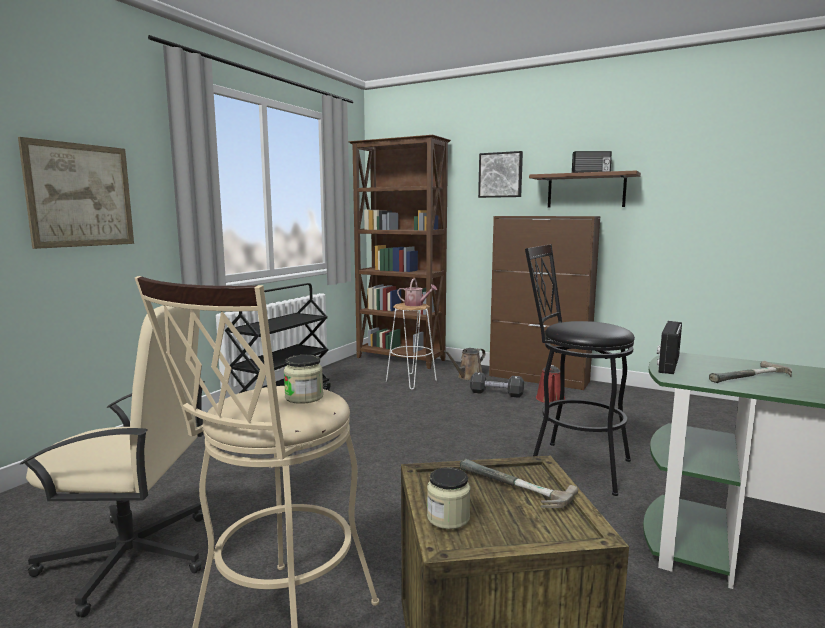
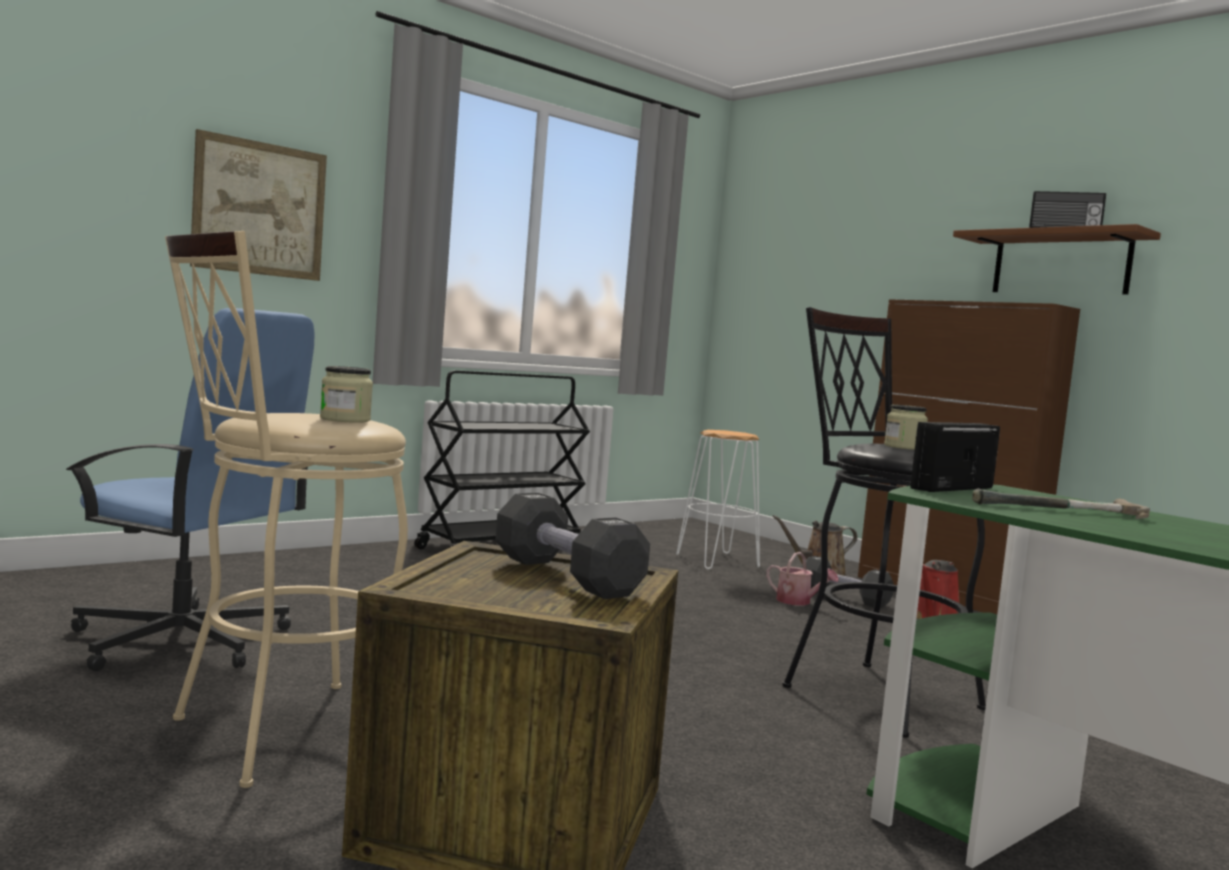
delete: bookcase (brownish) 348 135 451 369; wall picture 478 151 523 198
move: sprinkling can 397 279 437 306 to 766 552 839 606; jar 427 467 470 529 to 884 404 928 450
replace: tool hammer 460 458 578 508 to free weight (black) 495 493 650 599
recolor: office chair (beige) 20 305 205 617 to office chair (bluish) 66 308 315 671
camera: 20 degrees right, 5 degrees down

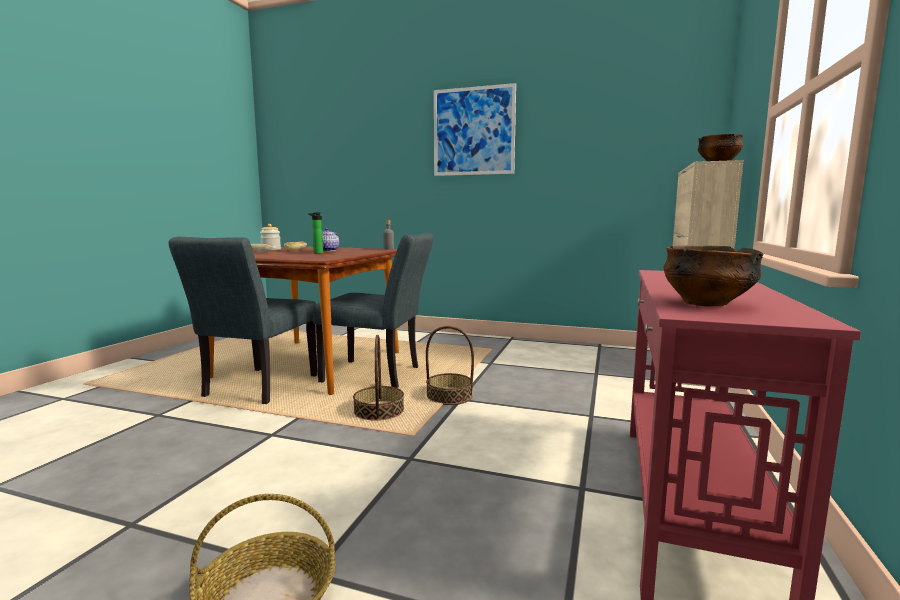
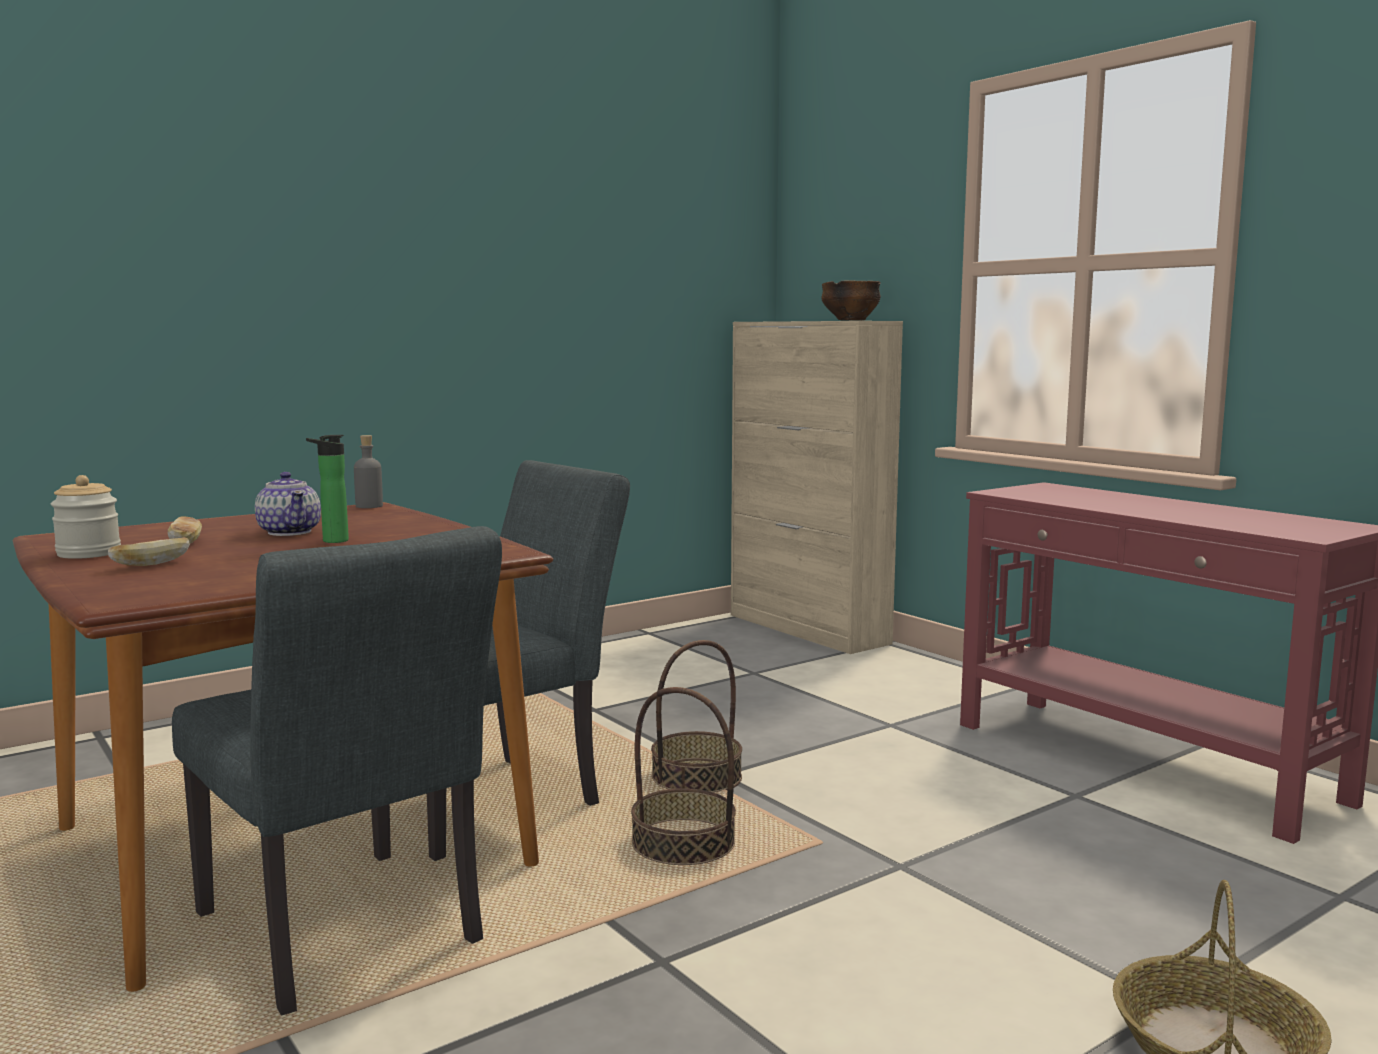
delete: wall picture 434 83 516 176; deep dish 664 246 764 307
camera: 55 degrees left, 0 degrees up

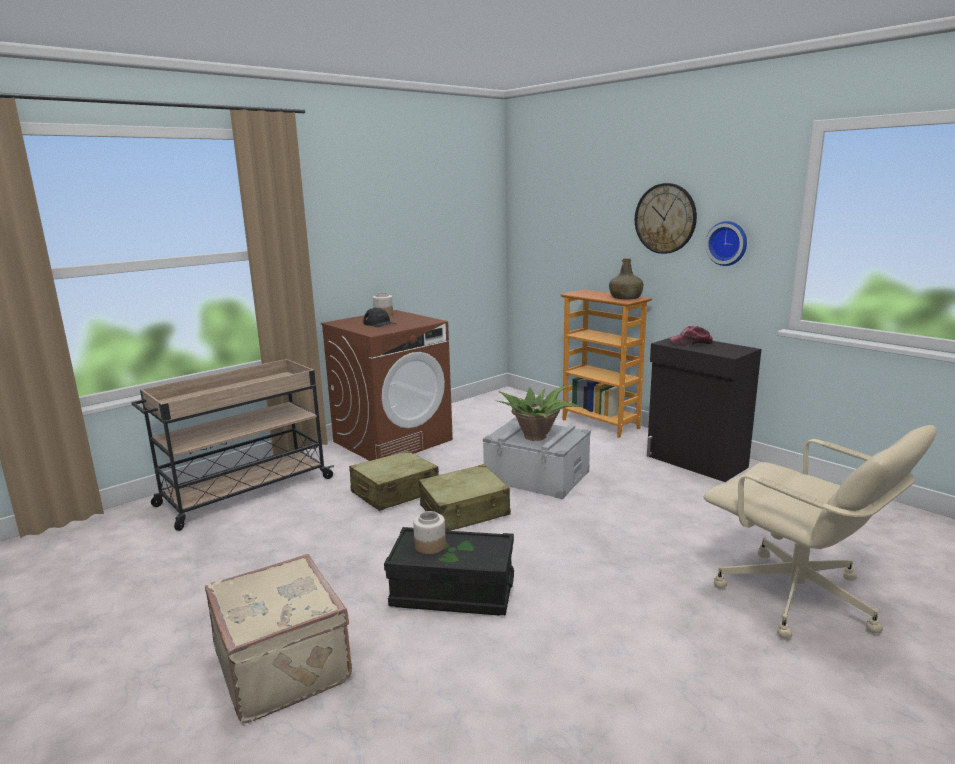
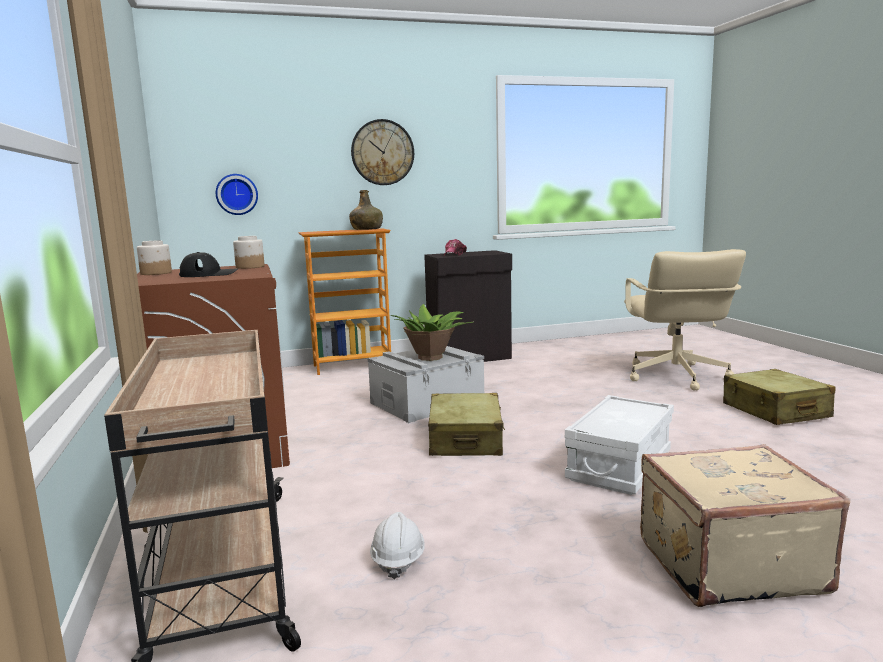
insert: hard hat (white) 370 512 425 579
move: piece of luggage (beige) 349 451 439 511 to 723 369 835 425; jar 413 511 446 554 to 233 236 265 269; wall clock 705 221 747 266 to 216 174 258 215
recolor: storage box (black) 384 527 514 616 to storage box (white) 565 395 674 495
rotate: office chair (beige) 703 425 937 639 = 624 249 746 390 105 degrees clockwise
camera: 65 degrees left, 5 degrees down

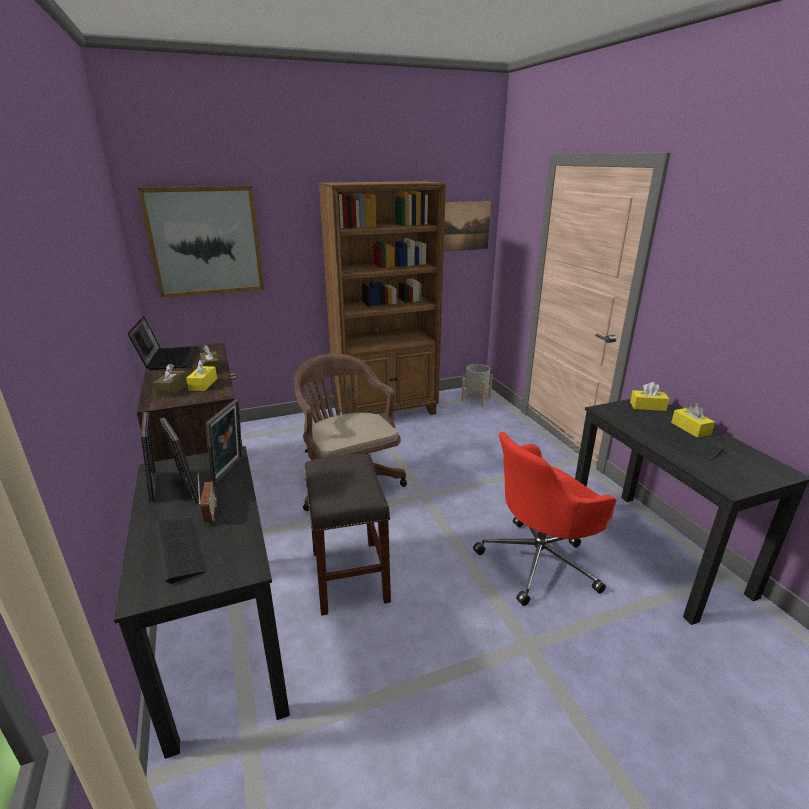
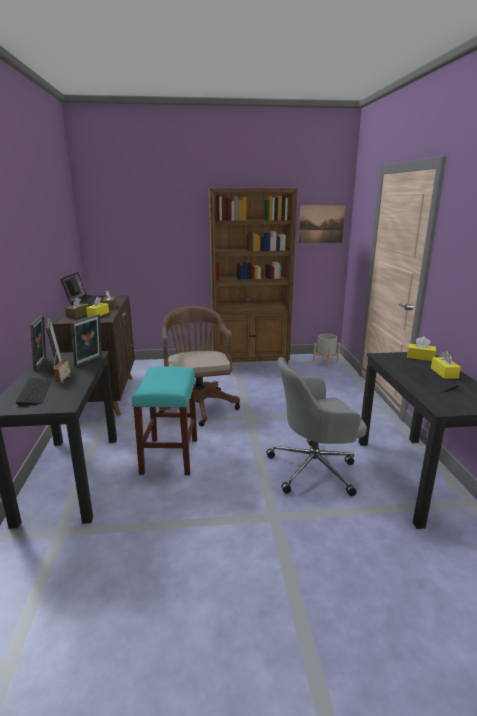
delete: wall picture 138 186 264 298
recolor: sitting stool (greyish) 305 454 391 616 to sitting stool (blue-green) 132 366 197 475; office chair (reddish) 473 432 616 606 to office chair (greyish) 266 357 367 496
camera: 15 degrees right, 5 degrees down

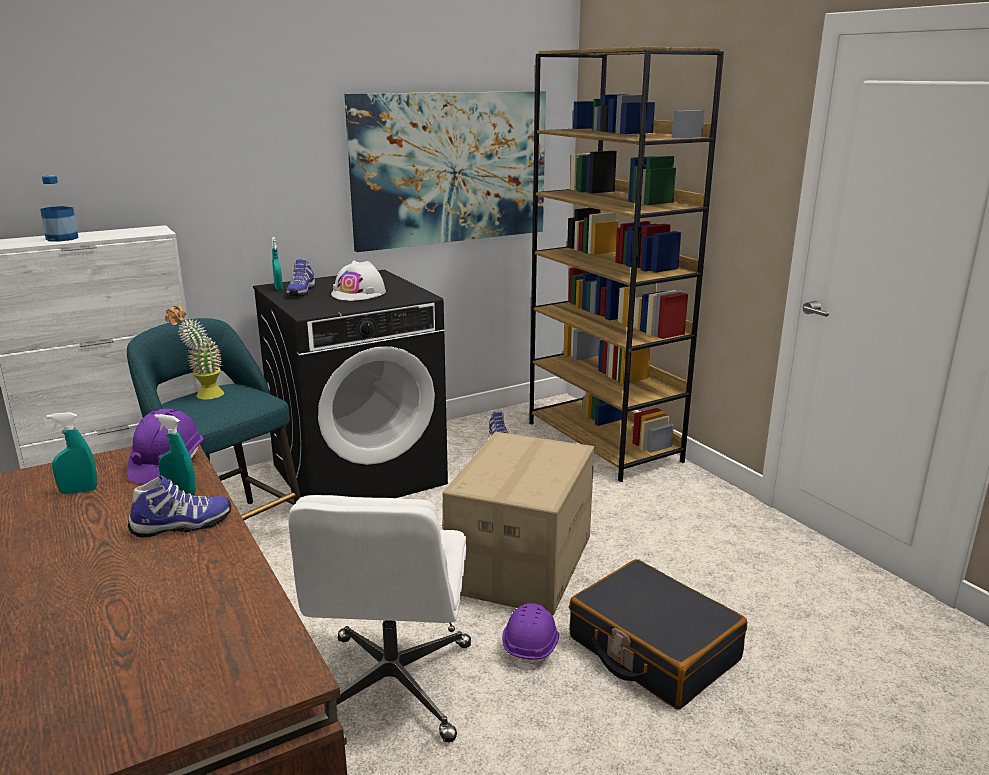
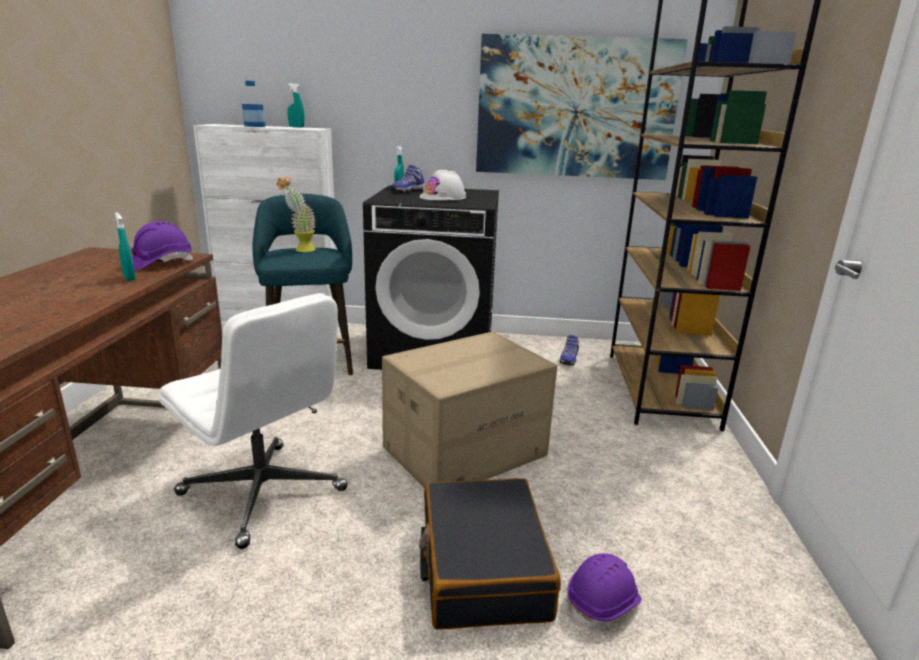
delete: shoe 128 476 231 537
move: spray bottle (blue-green) 46 412 97 494 to 287 83 304 128; hard hat (purple-coloured) 502 603 559 673 to 567 553 642 629
rotate: office chair (white) 288 495 471 742 = 159 293 348 549 90 degrees counterclockwise
camera: 35 degrees right, 0 degrees up

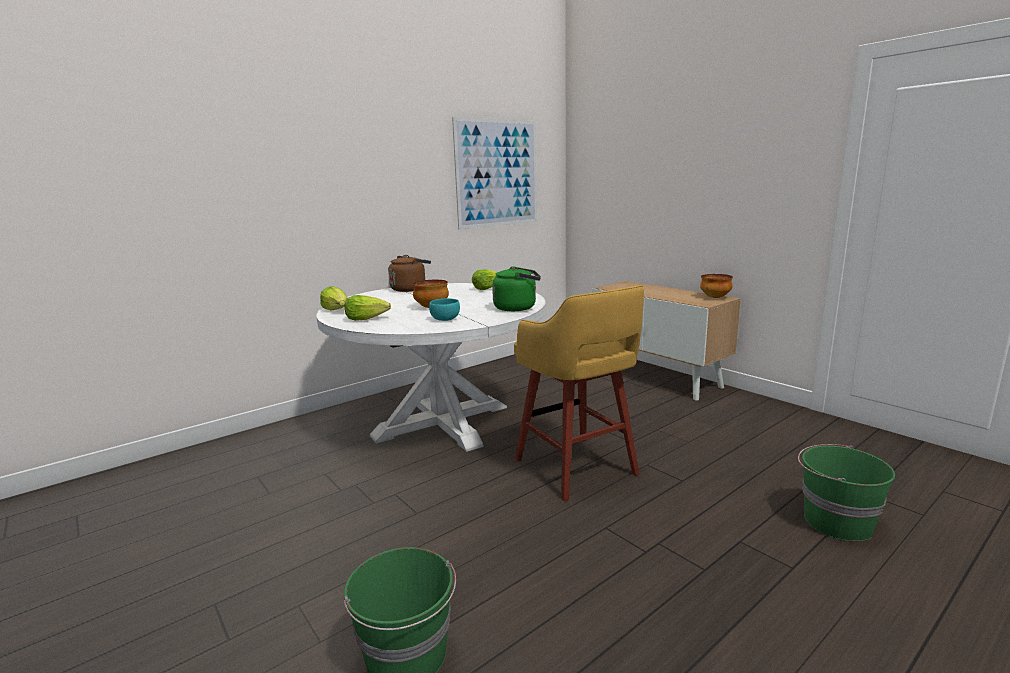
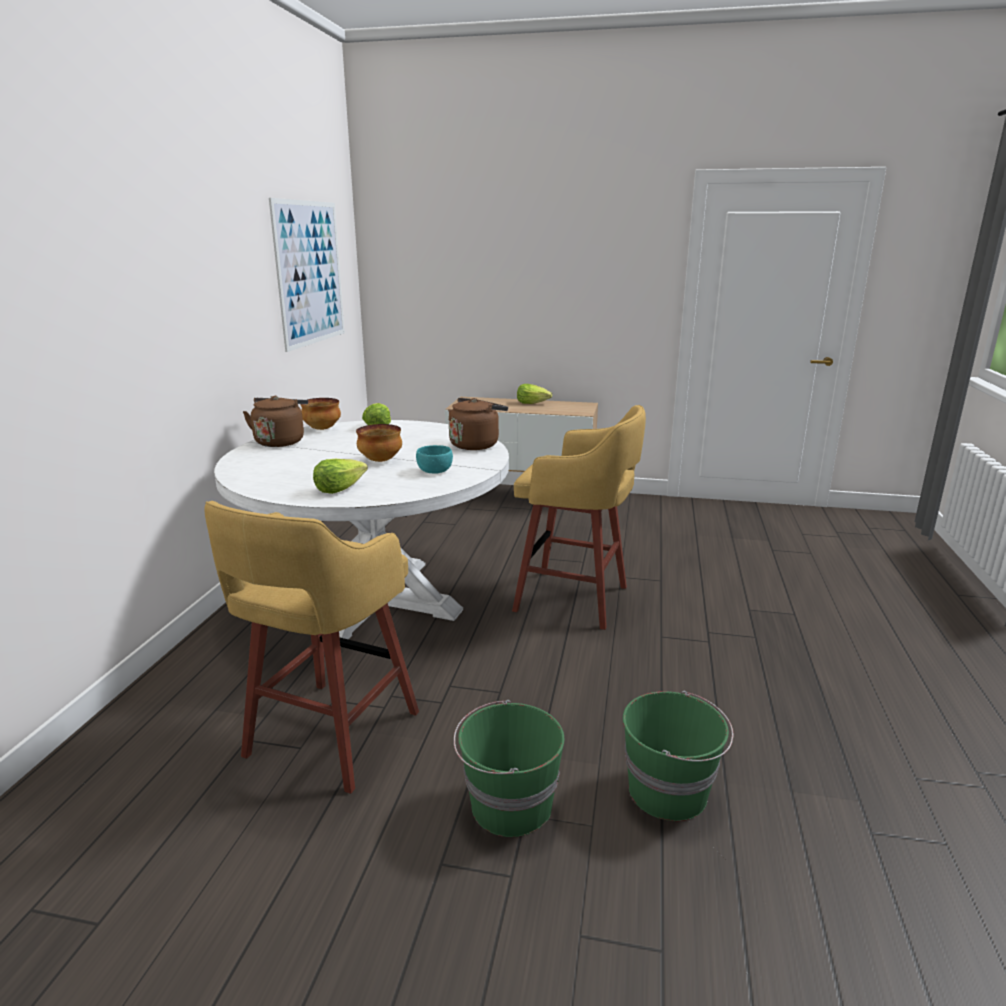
insert: sitting stool (yellow) 204 501 419 794
move: lettuce head 320 287 347 311 to 517 384 552 404; deep dish 700 274 733 298 to 300 398 341 430; bucket (green) 798 444 895 541 to 454 700 564 837
recolor: kettle (green) 492 266 541 311 to kettle (brownish) 448 398 508 450
camera: 40 degrees left, 5 degrees up

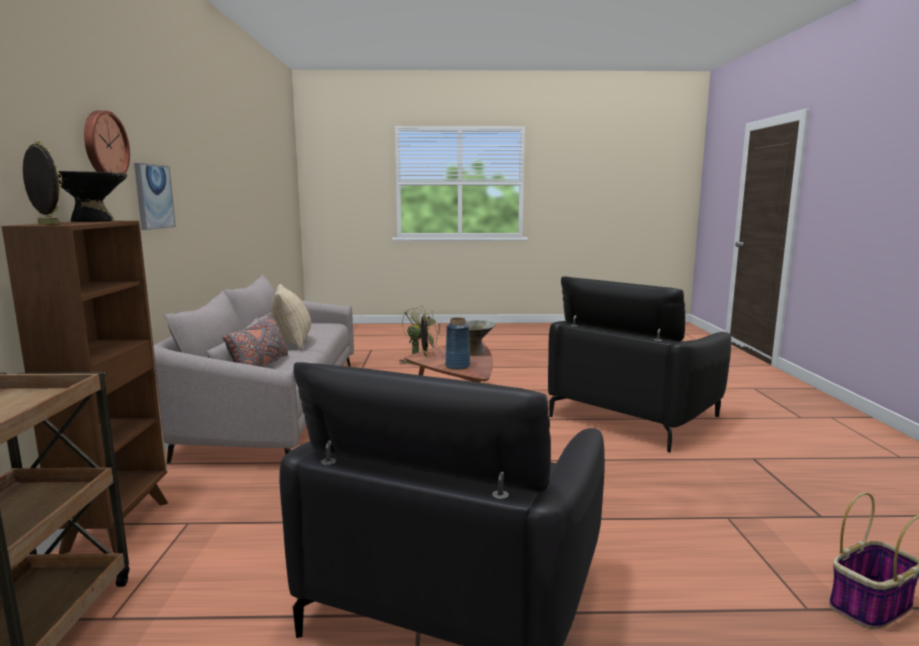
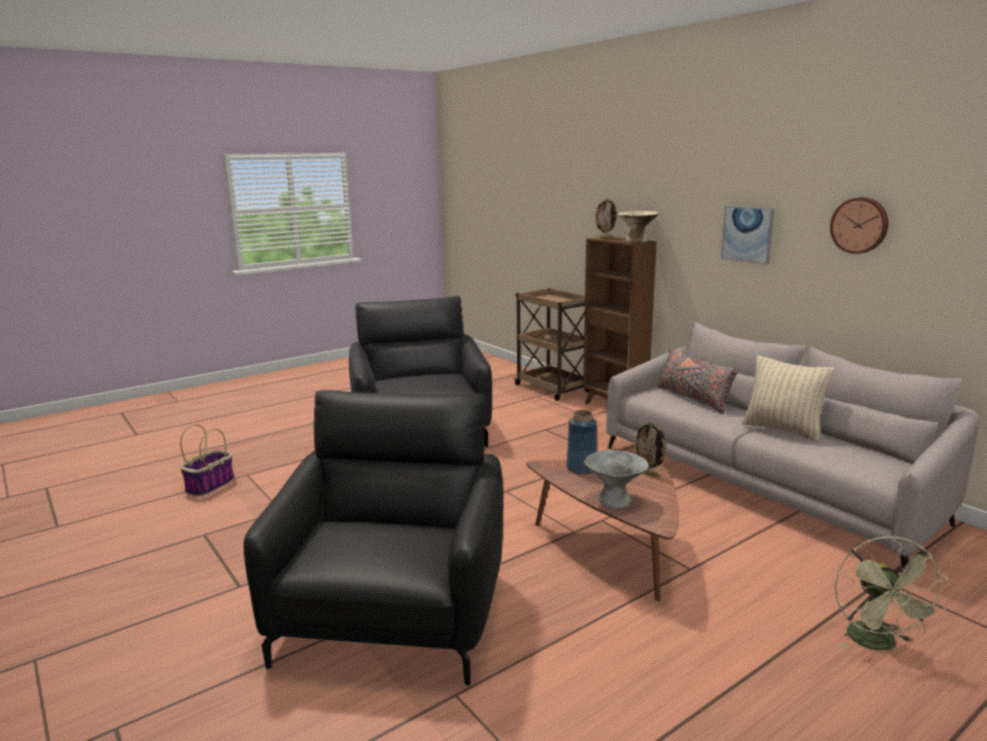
move: wall clock 84 110 130 173 to 830 197 889 254
recolor: deep dish (black) 58 171 127 222 to deep dish (beige) 617 211 659 242
camera: 145 degrees right, 5 degrees up

